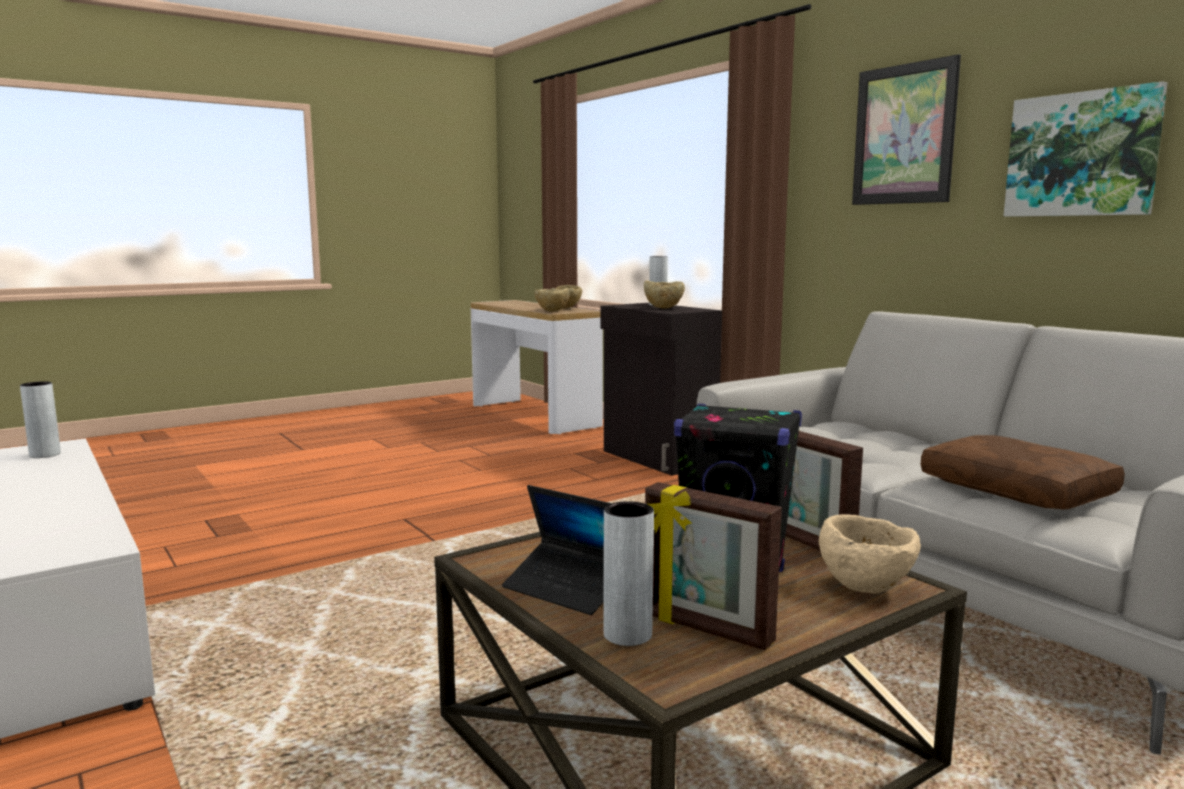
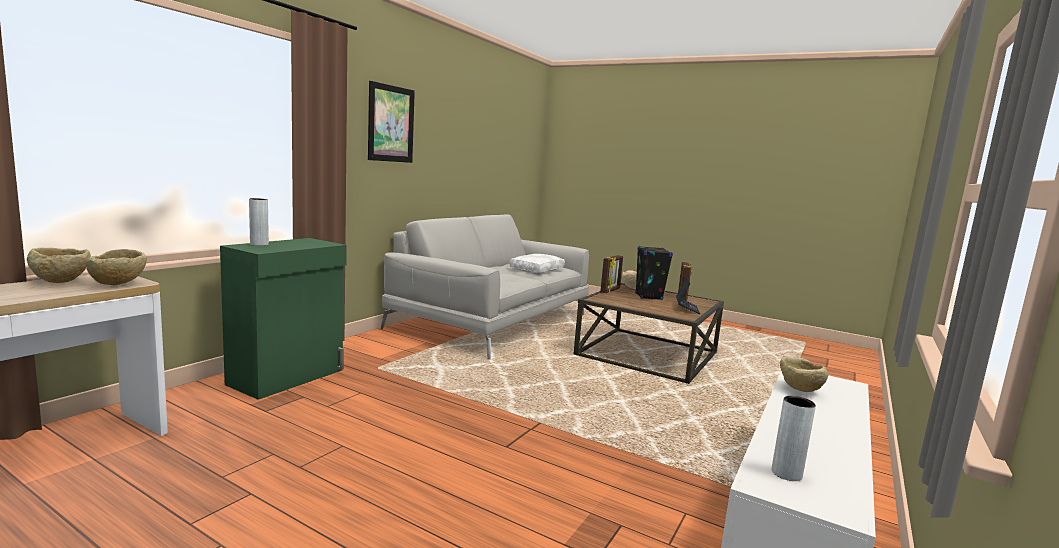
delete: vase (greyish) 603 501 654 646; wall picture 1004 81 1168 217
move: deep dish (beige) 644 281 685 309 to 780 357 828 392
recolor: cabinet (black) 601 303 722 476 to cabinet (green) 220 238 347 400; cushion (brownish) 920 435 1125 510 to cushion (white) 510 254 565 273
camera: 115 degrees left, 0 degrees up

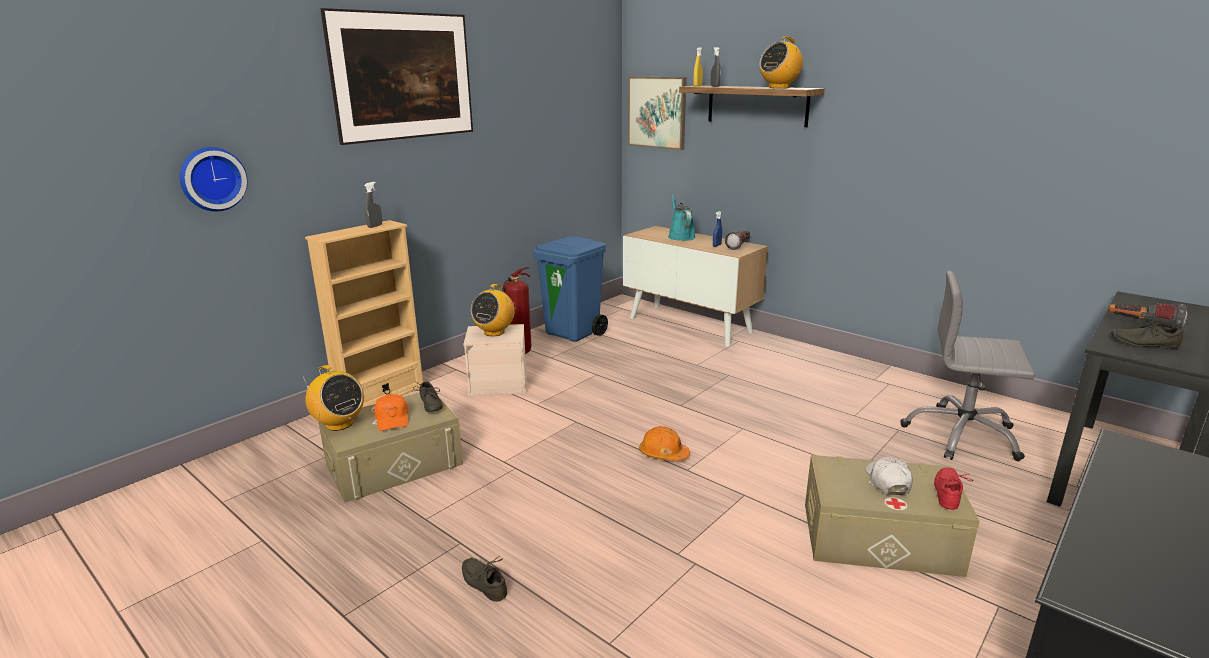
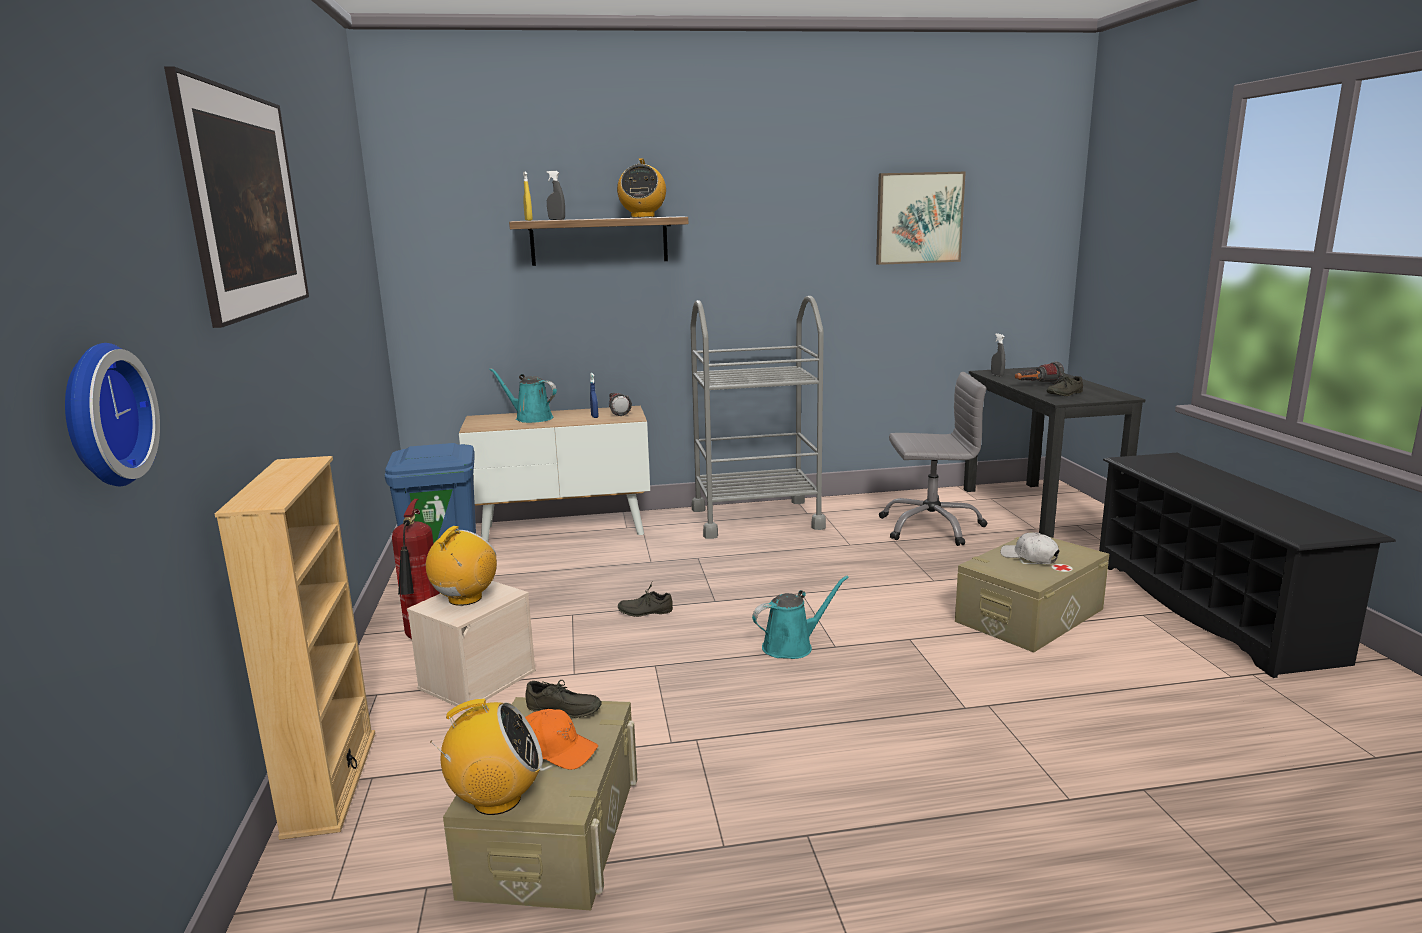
delete: shoe (reddish) 934 467 973 510
insert: trolley (greyish) 690 296 826 539
move: spray bottle (greyish) 364 182 382 228 to 991 333 1005 377; shoe (greyish) 462 557 507 602 to 618 583 673 617; wall picture 628 76 687 150 to 876 172 966 265
replace: hard hat (orange) 639 426 690 461 to sprinkling can (blue-green) 752 576 849 659
rotate: radio set 471 284 515 336 = 426 526 497 606 135 degrees counterclockwise; office chair (greyish) 900 271 1035 461 = 879 372 988 546 150 degrees counterclockwise
camera: 50 degrees left, 5 degrees down

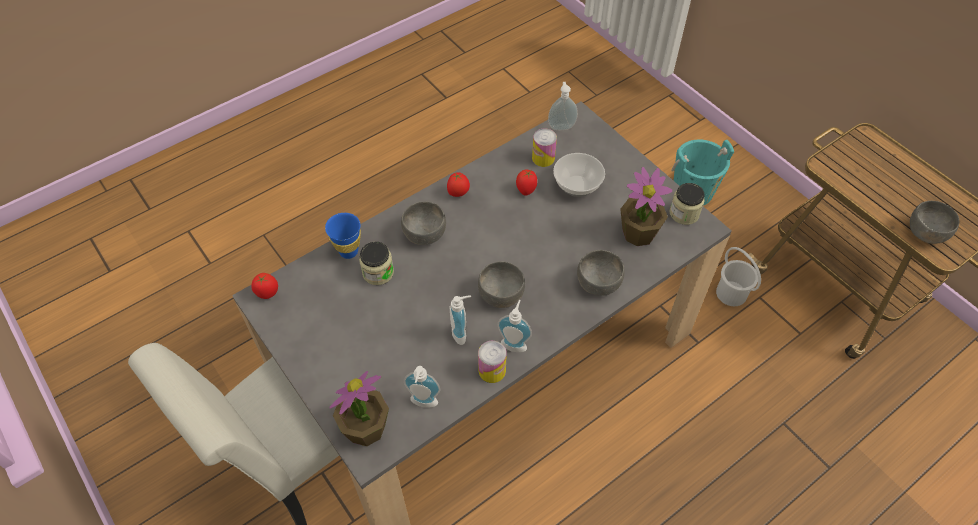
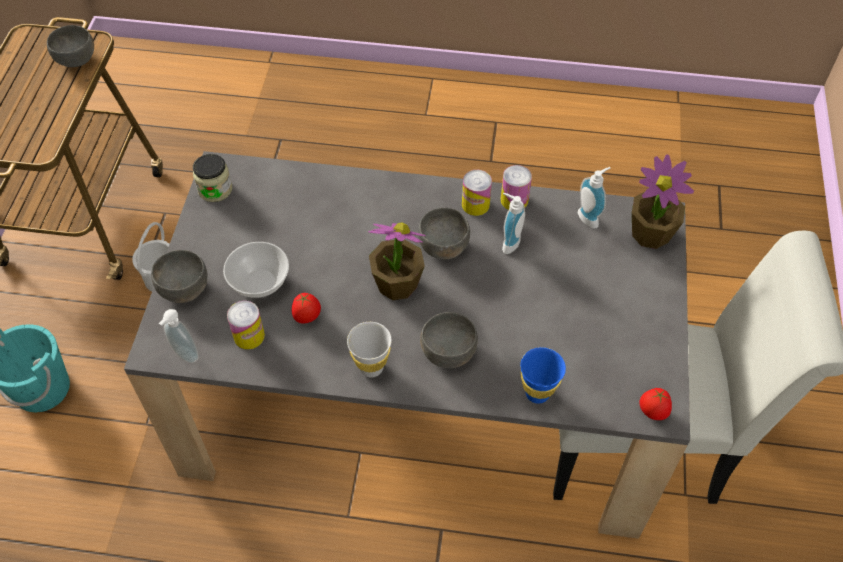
delete: jar 359 242 394 285
move: deep dish (greyish) 577 250 625 296 to 151 250 208 303; plant in a pot 620 167 672 246 to 369 222 426 300
replace: whole tomato 447 172 470 197 to drinking cup (white) 347 322 392 378; soap bottle 497 300 532 352 to sealed can 462 170 492 216
camera: 135 degrees left, 0 degrees up

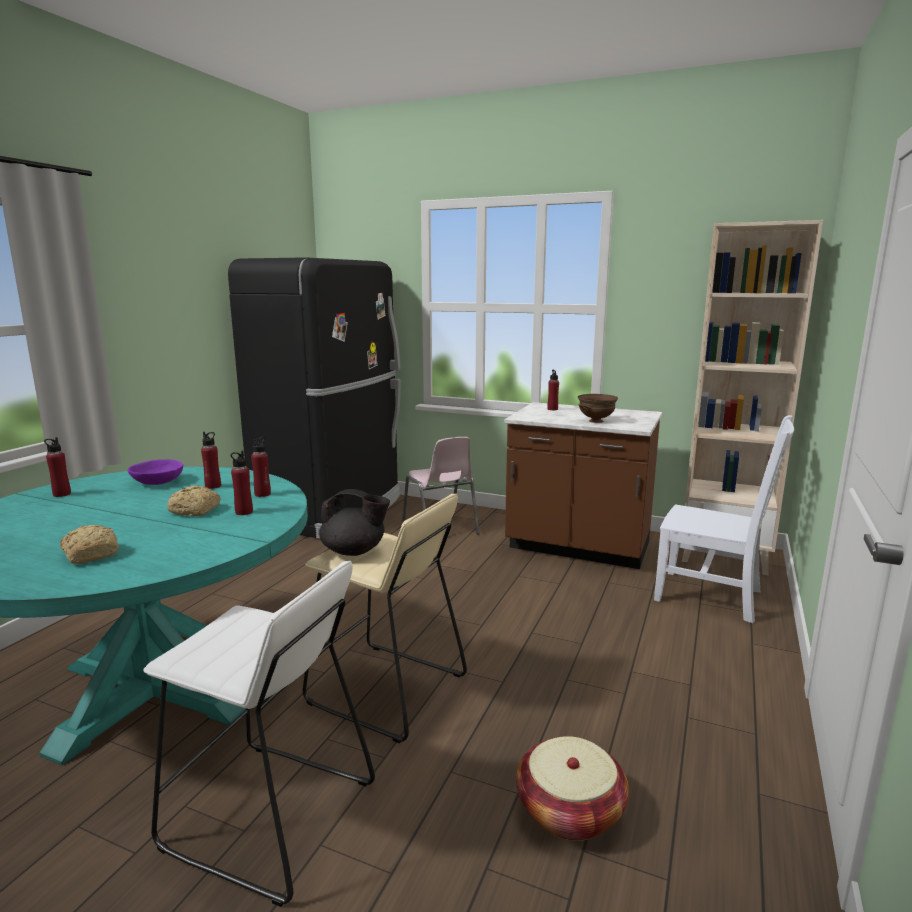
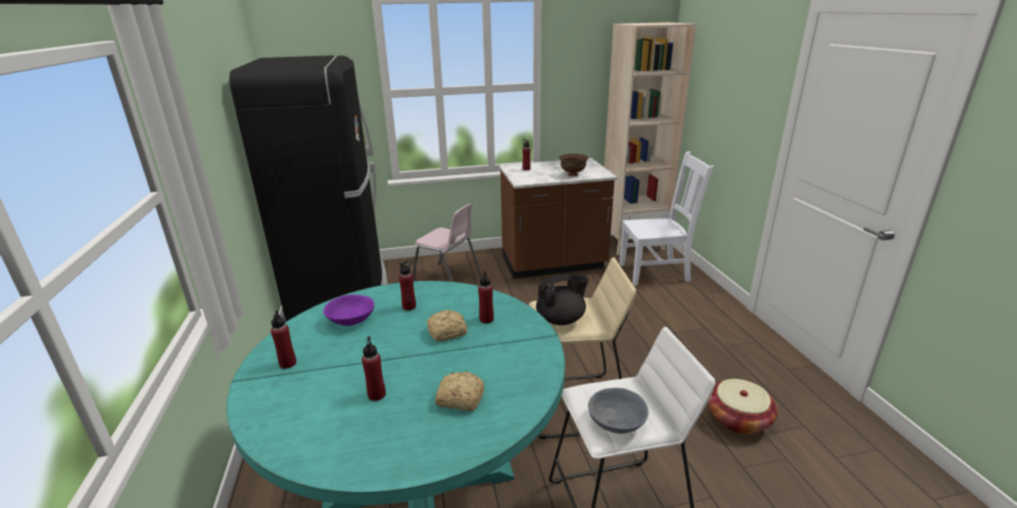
insert: deep dish (greyish) 588 388 649 434
move: drink bottle (reddish) 251 436 271 497 to 362 336 386 401
camera: 35 degrees left, 10 degrees up

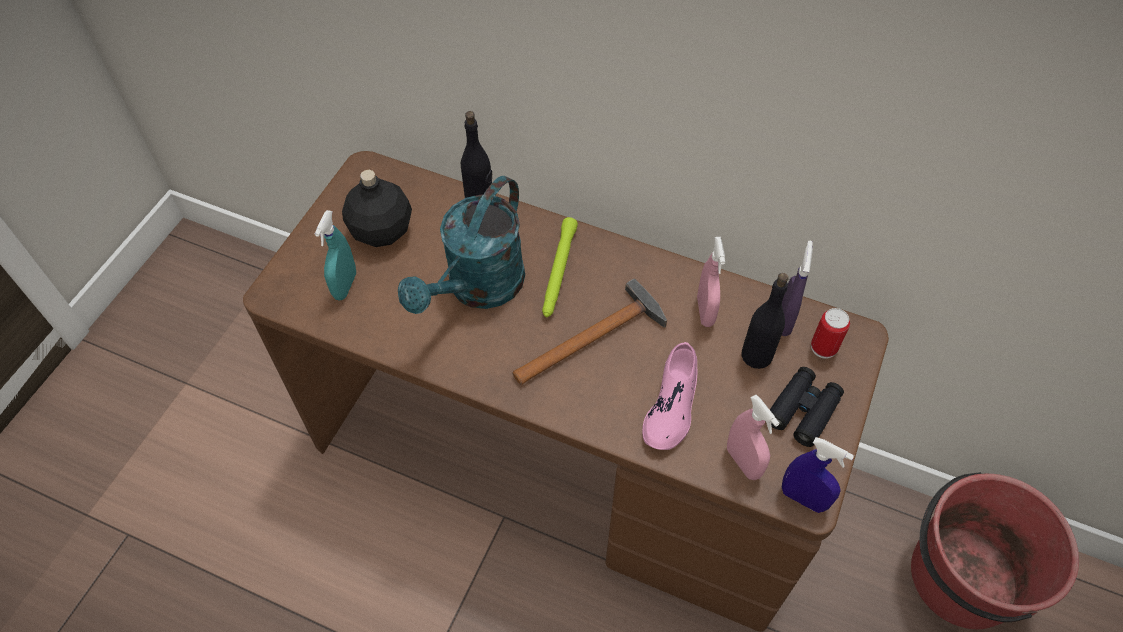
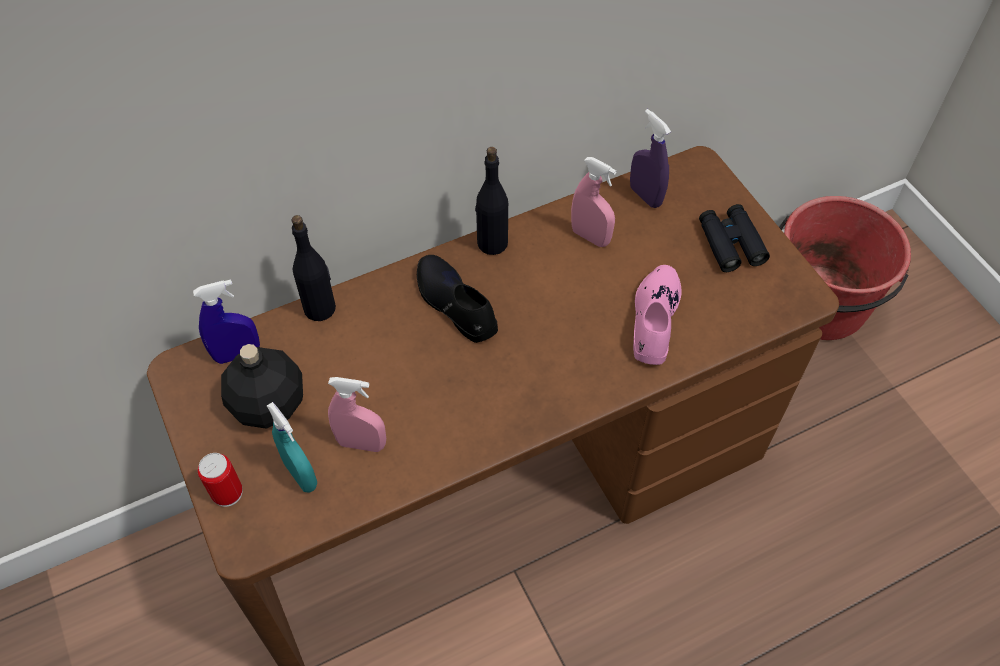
delete: sprinkling can (blue-green) 398 176 525 314; tool hammer 513 279 667 385
move: spray bottle (pink-coloured) 727 395 780 480 to 328 377 386 452; drink bottle (black) 741 273 789 369 to 475 147 508 255; spray bottle (bluish) 782 437 854 513 to 193 280 260 364; sealed can 811 308 850 359 to 198 453 243 507
replace: torch (green) 542 217 578 317 to shoe (black) 417 255 498 343
rotate: shoe (pink-coloured) 642 342 697 450 = 633 265 682 365 135 degrees counterclockwise
camera: 50 degrees left, 0 degrees up

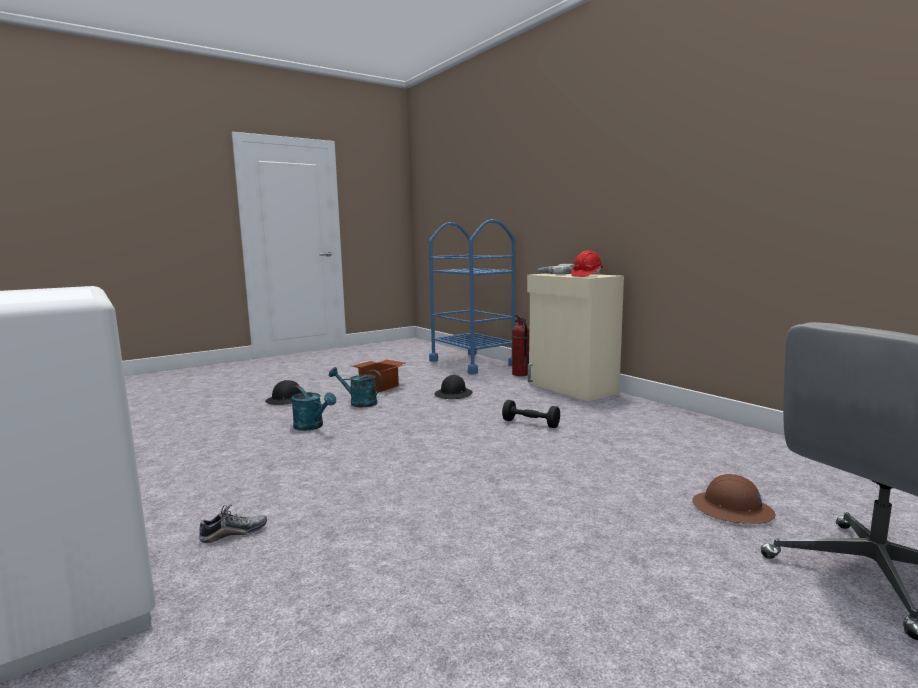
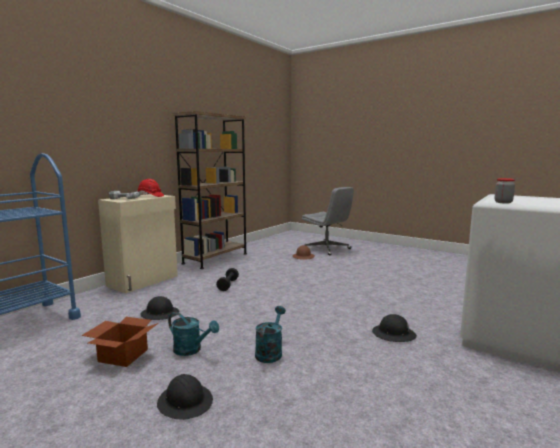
delete: shoe 199 504 267 543; fire-fighting cylinder 512 314 529 376
insert: bookcase (brownish) 173 111 247 269; hard hat (black) 372 314 417 342; jar 495 178 515 204
rotate: sprinkling can (blue-green) 329 367 382 407 = 168 312 219 356 60 degrees counterclockwise
camera: 110 degrees left, 0 degrees up

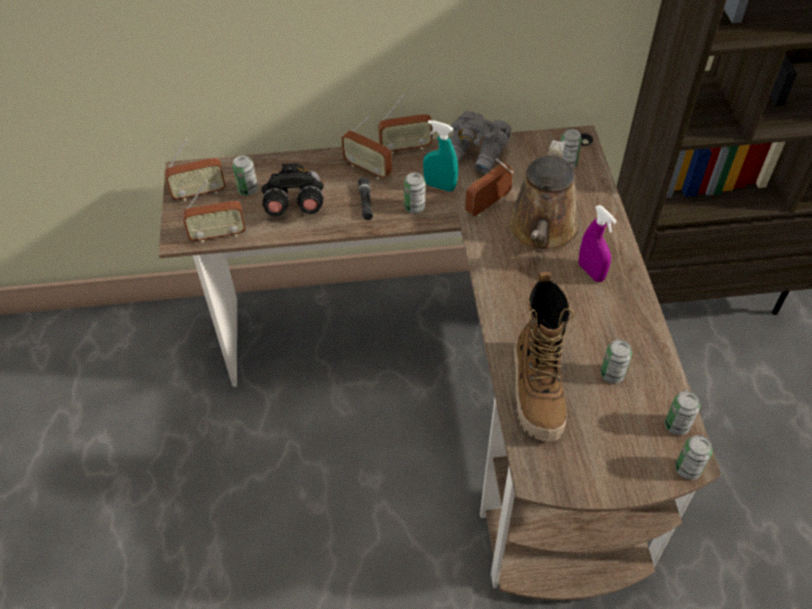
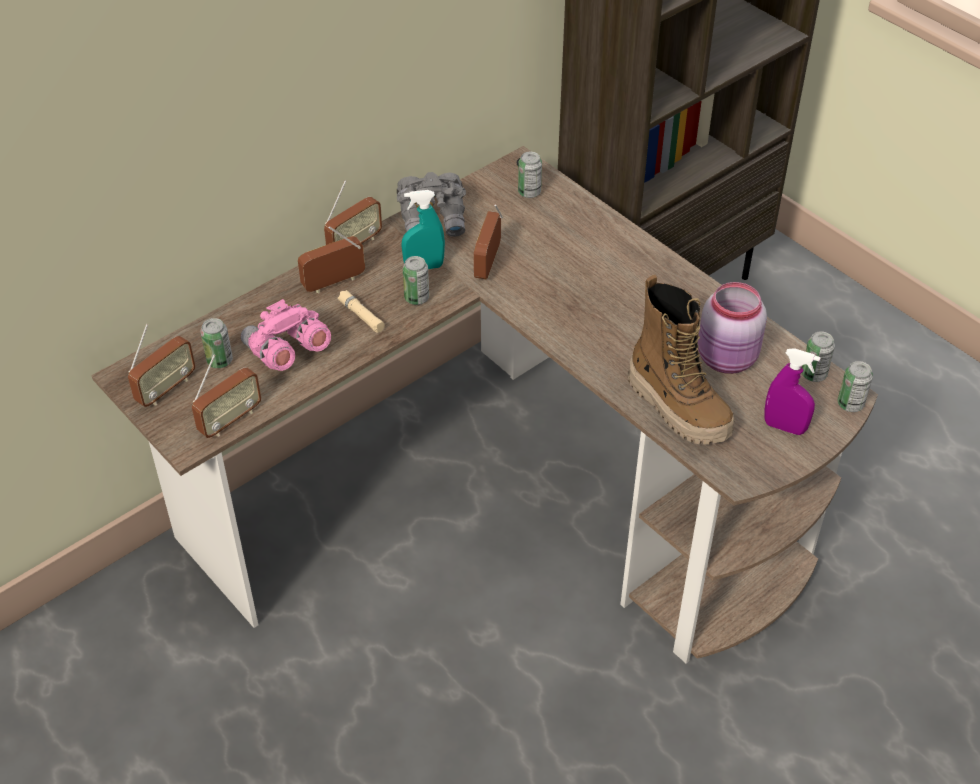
delete: sprinkling can (brownish) 508 140 579 252
move: spray bottle (purple-coloured) 579 205 617 282 to 764 348 821 435
replace: sealed can 601 340 632 383 to jar (pink-coloured) 698 282 767 374
recolor: binoculars (black) 261 163 323 217 to binoculars (pink-coloured) 241 299 331 371; torch (black) 358 177 373 220 to torch (beige) 338 290 385 333
rotate: radio set 341 116 392 180 = 298 226 365 294 150 degrees clockwise
camera: 35 degrees left, 5 degrees down

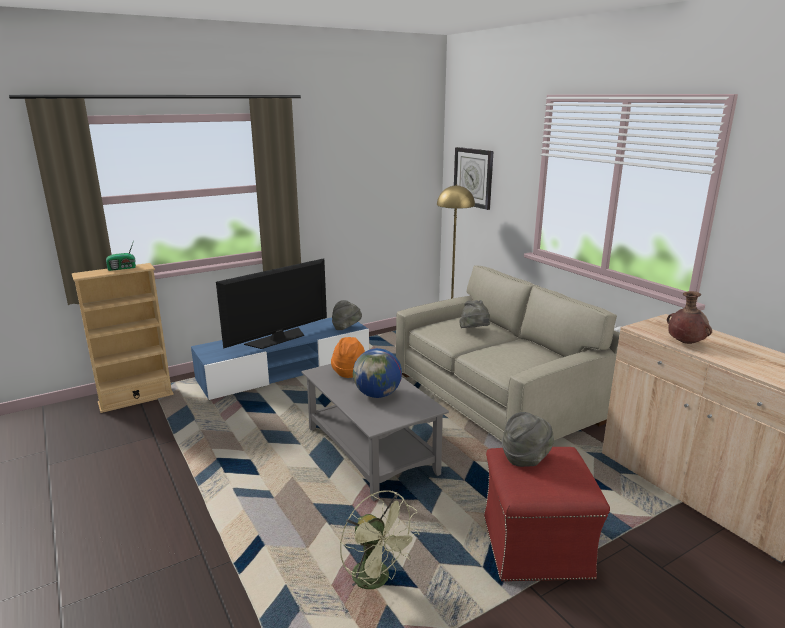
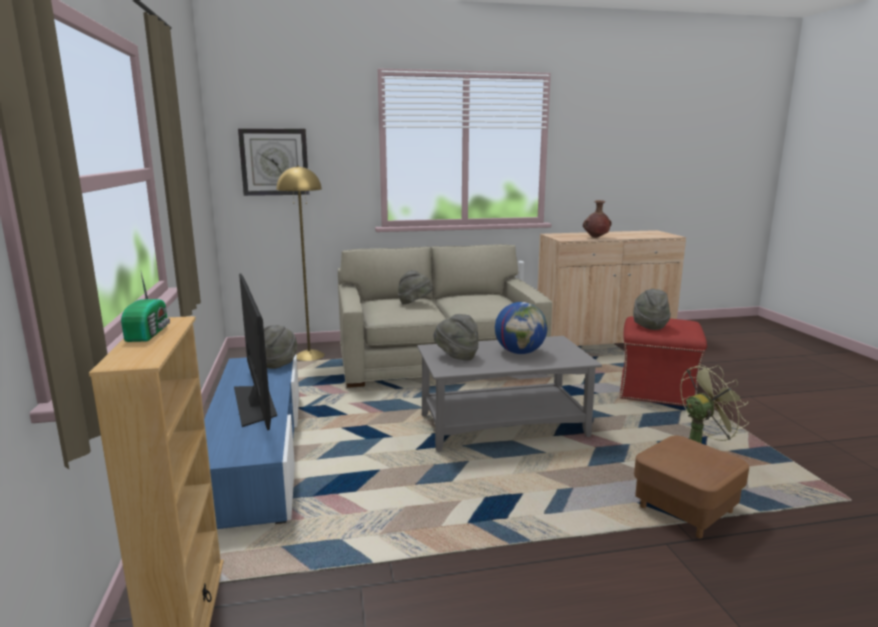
insert: pouffe (brownish) 634 436 749 539
recolor: clothing hat (orange) 331 337 365 378 to clothing hat (greyish) 433 314 479 361
camera: 70 degrees left, 5 degrees down

